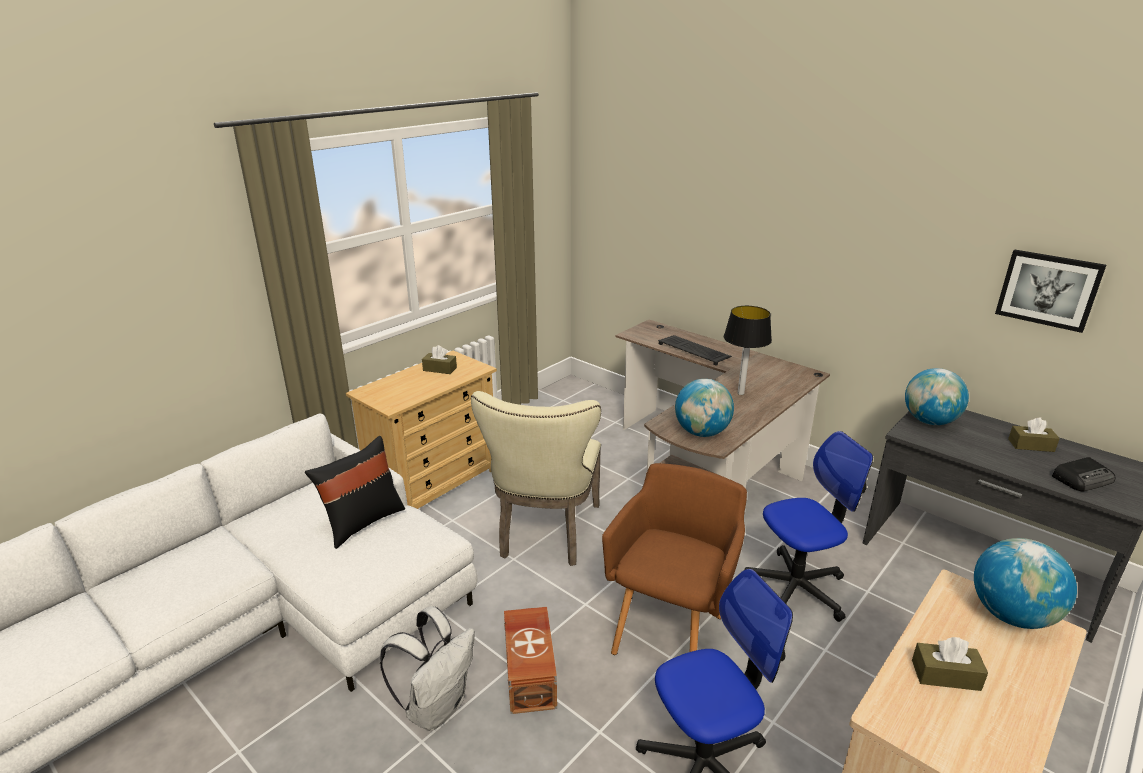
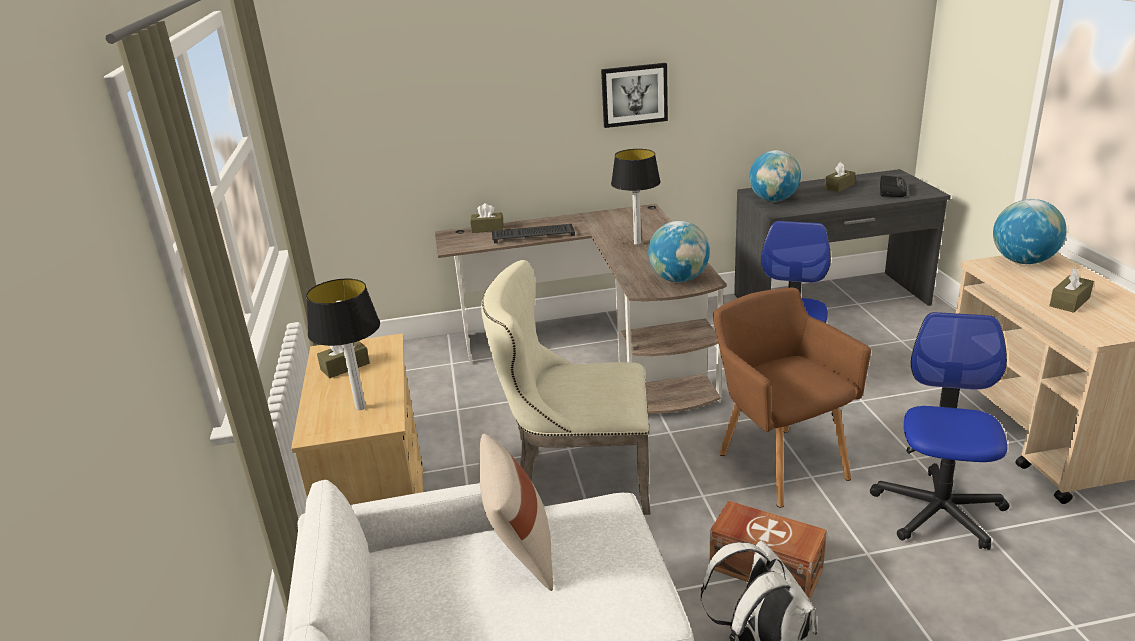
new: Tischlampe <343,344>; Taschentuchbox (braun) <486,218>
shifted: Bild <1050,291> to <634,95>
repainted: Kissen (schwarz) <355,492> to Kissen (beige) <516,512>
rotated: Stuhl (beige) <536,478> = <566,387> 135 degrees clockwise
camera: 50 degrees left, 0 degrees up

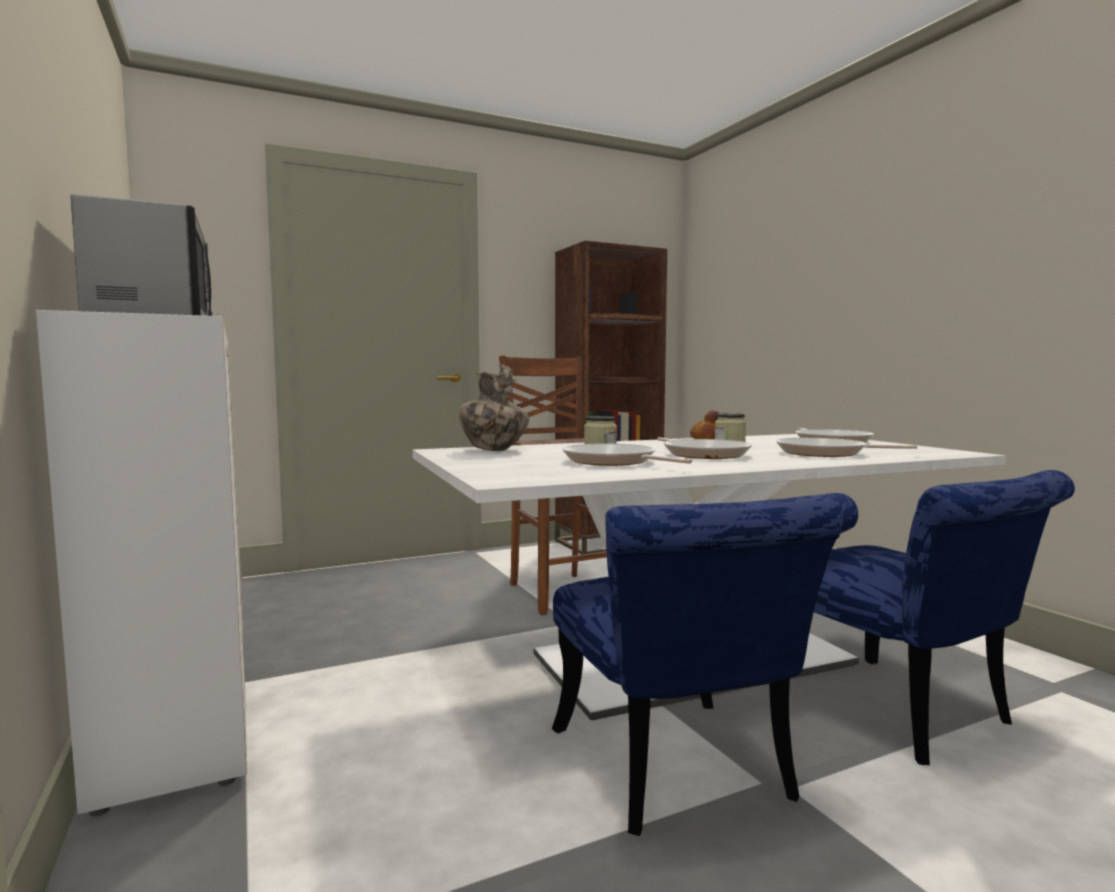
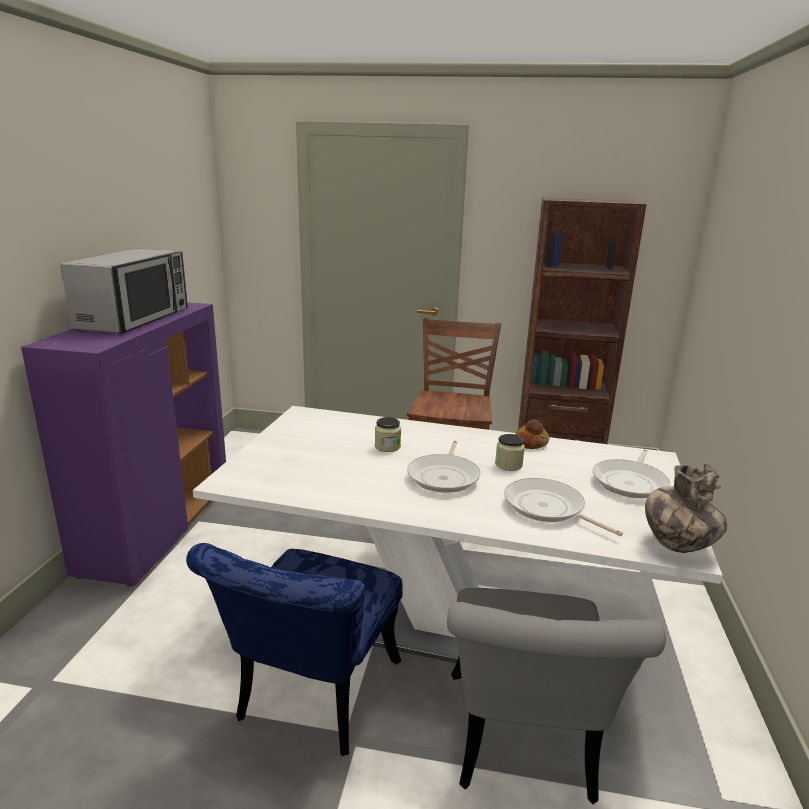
gone: Pfanne <627,455>
shifted: Vase <494,407> to <686,508>
repainted: Schrank (weiß) <141,563> to Schrank (lila) <123,445>; Stuhl (blau) <944,617> to Stuhl (grau) <556,696>
camera: 35 degrees right, 15 degrees up

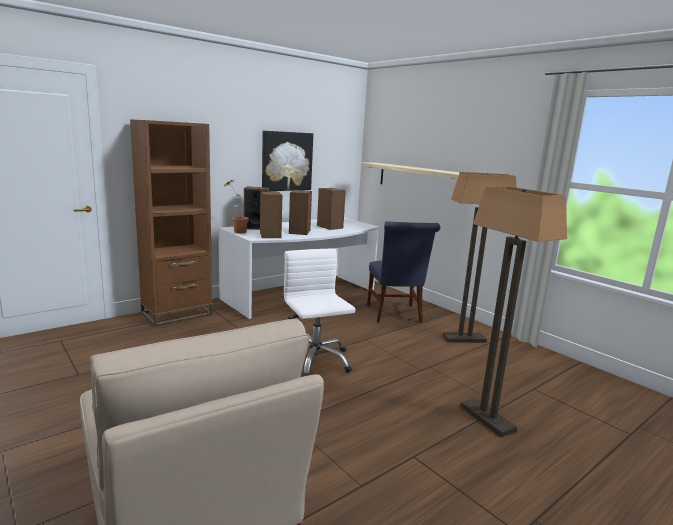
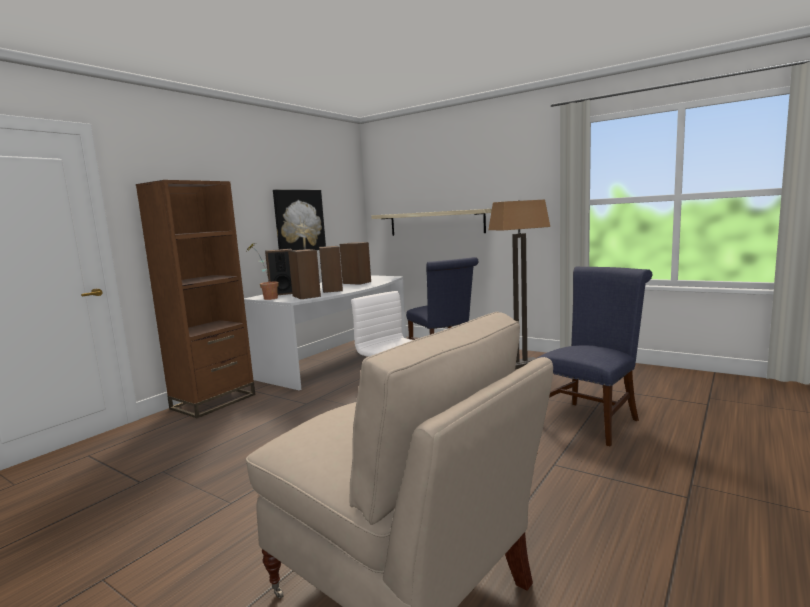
swapped: Stehlampe <513,311> to Stuhl (blau) <594,356>
camera: 15 degrees left, 5 degrees down

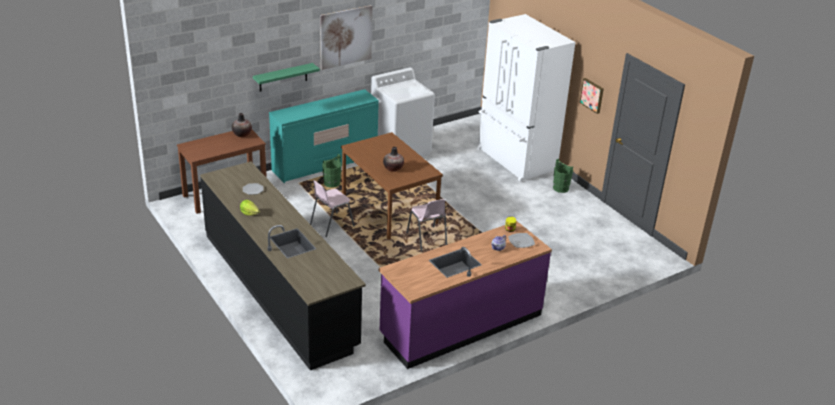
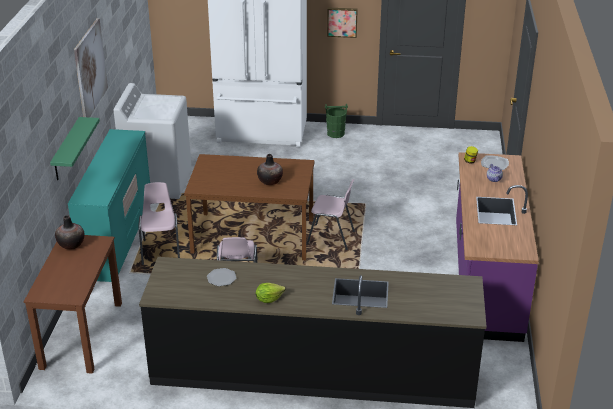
swapped: Eimer (grün) <332,171> to Stuhl (rosa) <159,223>
camera: 50 degrees left, 0 degrees up

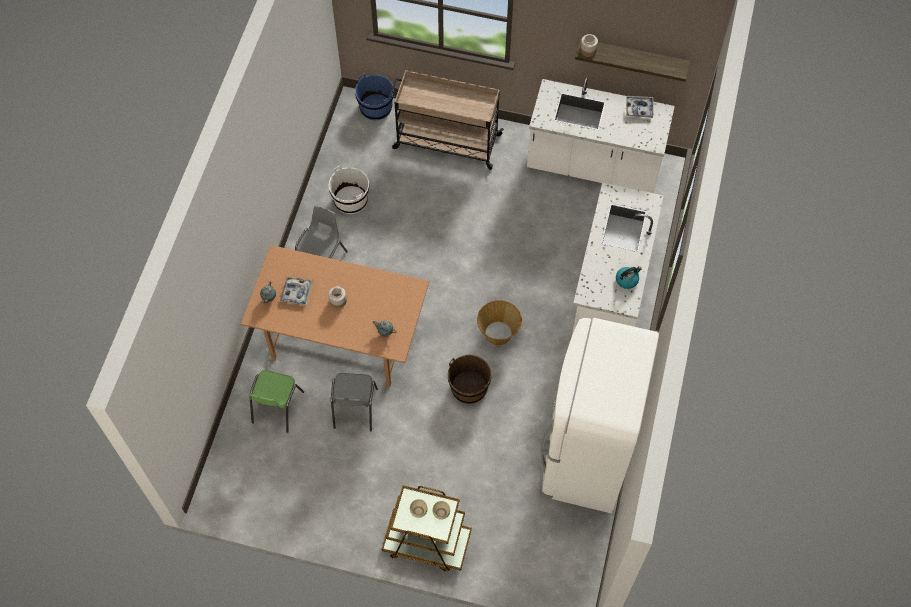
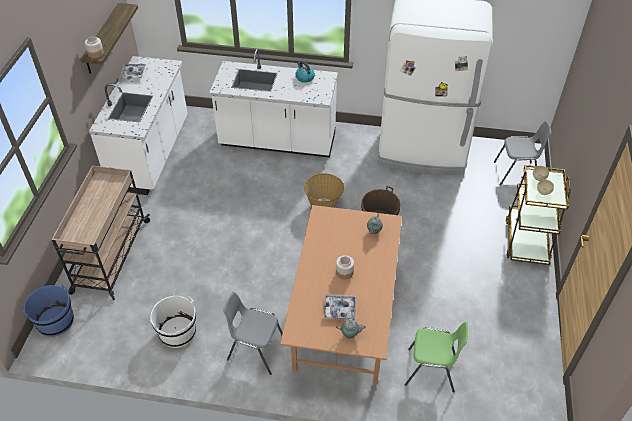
shifted: Stuhl (grau) <354,402> to <523,153>
camera: 95 degrees left, 15 degrees down

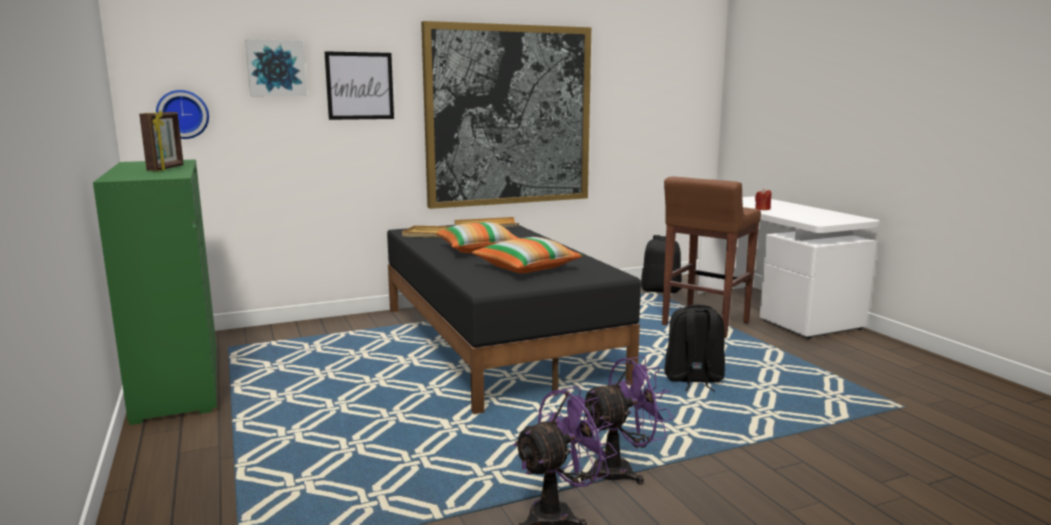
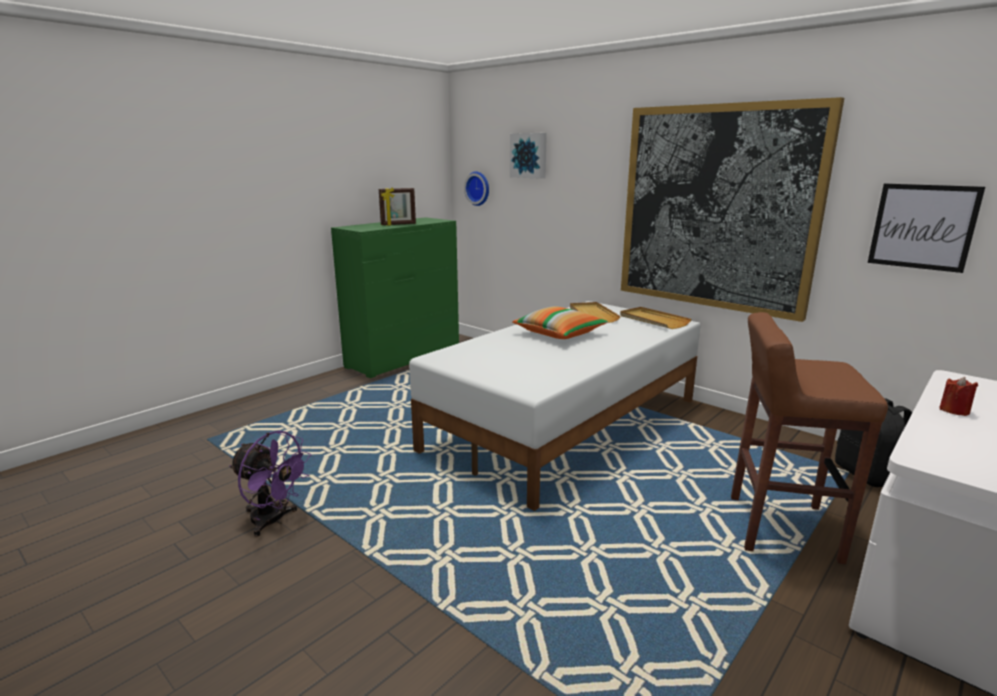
gone: Kissen <527,255>; Ventilator (lila) <627,420>; Rucksack (schwarz) <694,348>
shifted: Bild <359,85> to <926,228>
repainted: Bett (schwarz) <514,319> to Bett (weiß) <554,406>
camera: 65 degrees right, 5 degrees up

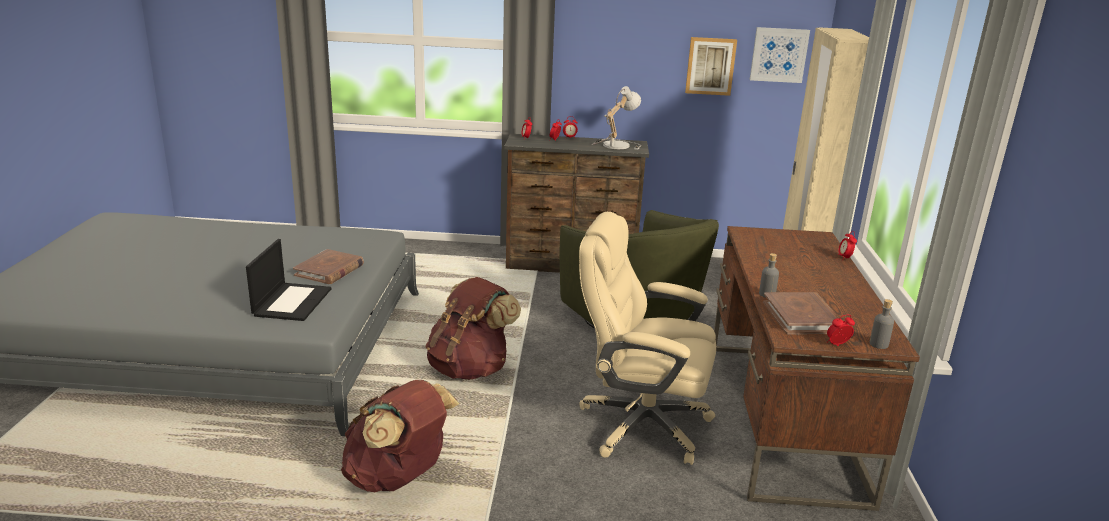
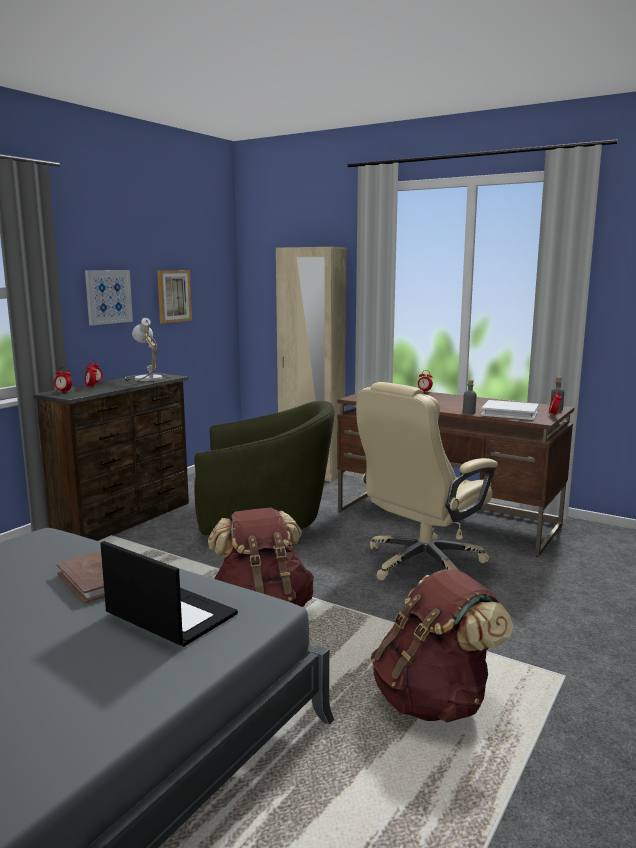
shifted: Bild <780,55> to <109,297>
repainted: Buch (braun) <801,313> to Buch (weiß) <510,410>
camera: 60 degrees left, 10 degrees down

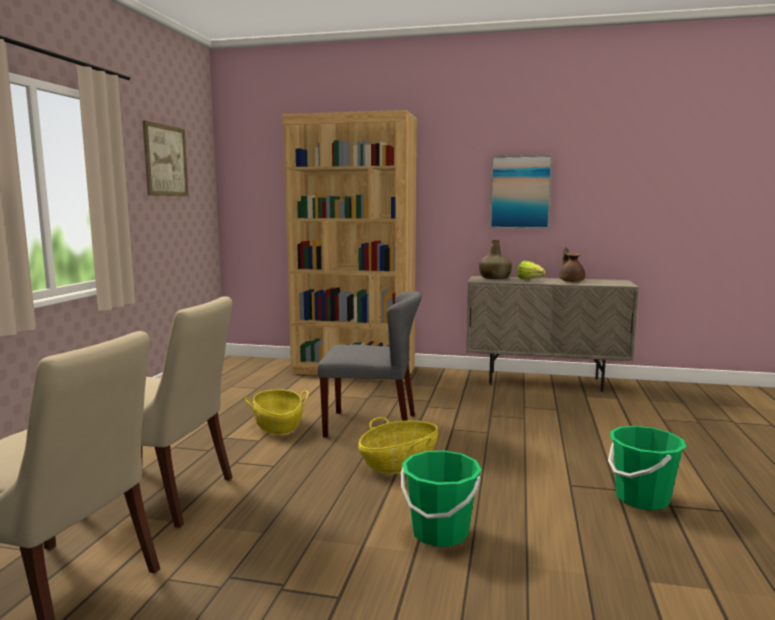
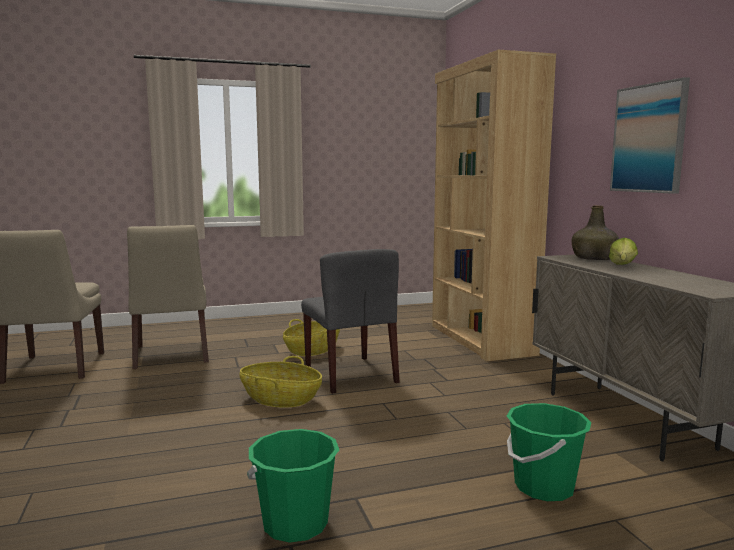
gone: Bild <166,158>; Teekanne (braun) <572,264>
shifted: Eimer (grün) <441,499> to <549,452>
camera: 60 degrees right, 0 degrees up

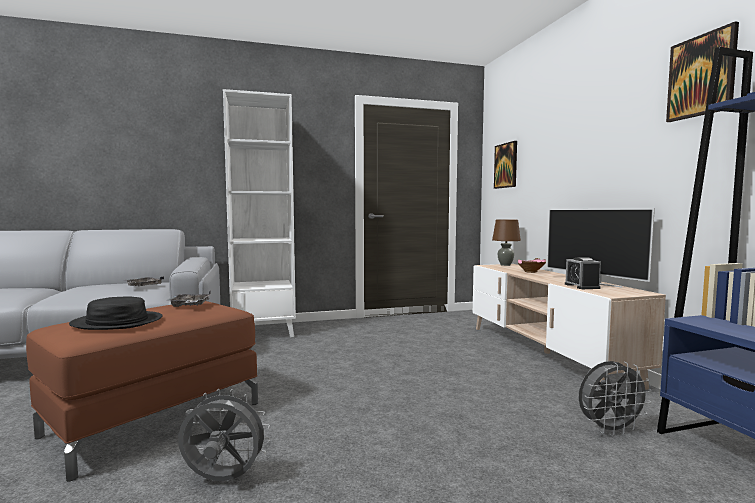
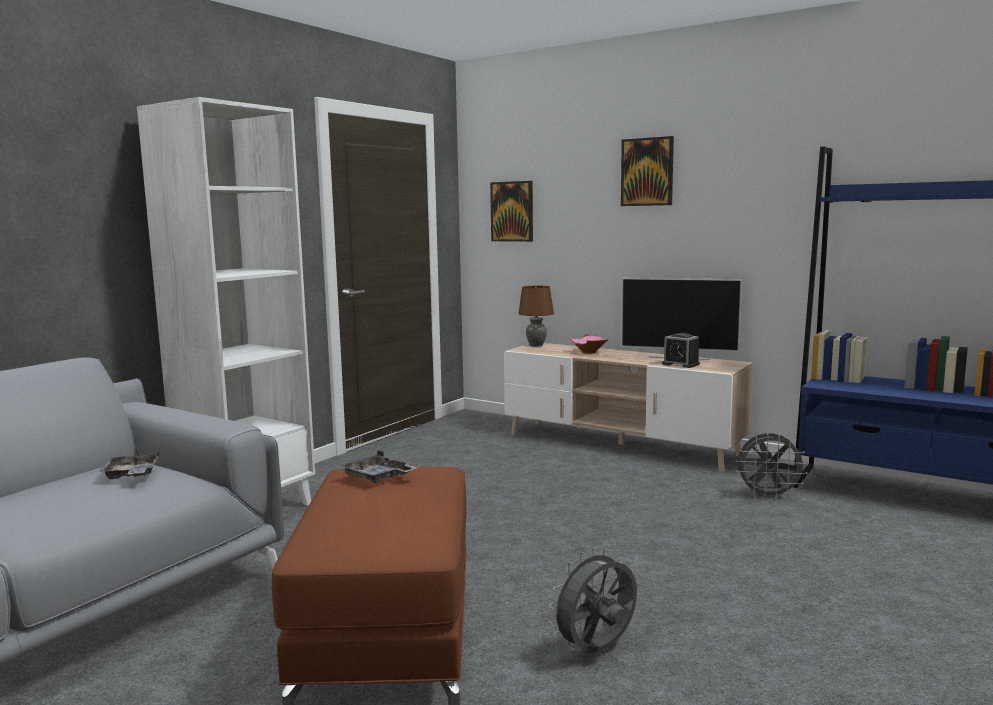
gone: Hut (schwarz) <116,313>
shifted: Bild <702,71> to <647,171>
rotated: Ventilator (grau) <615,398> = <771,466> 60 degrees clockwise
camera: 40 degrees left, 5 degrees up

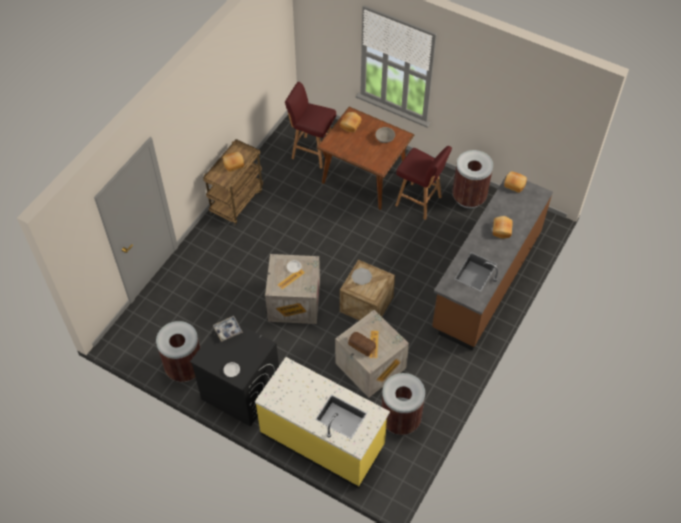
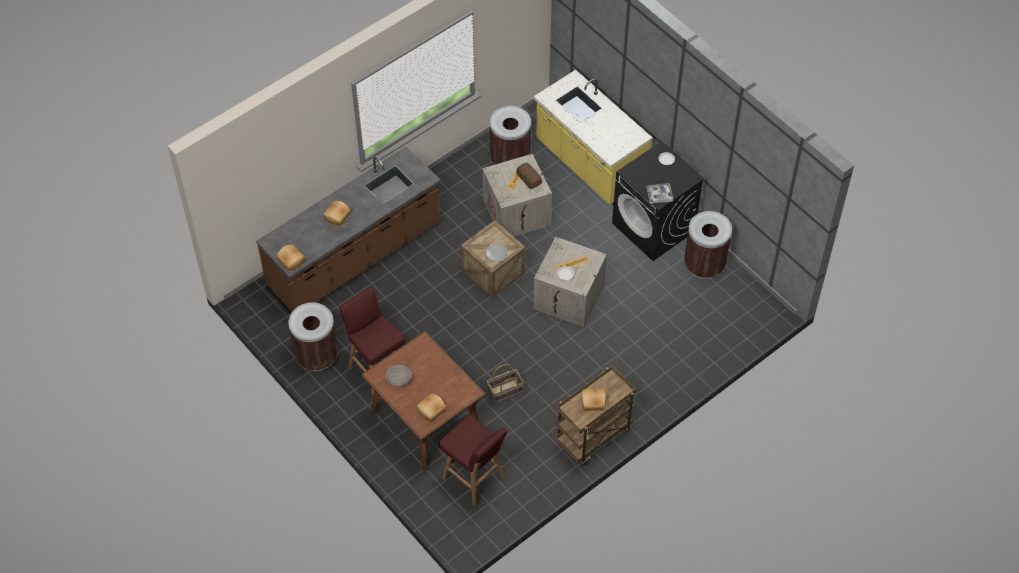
new: Korb <505,384>
camera: 160 degrees left, 0 degrees up

